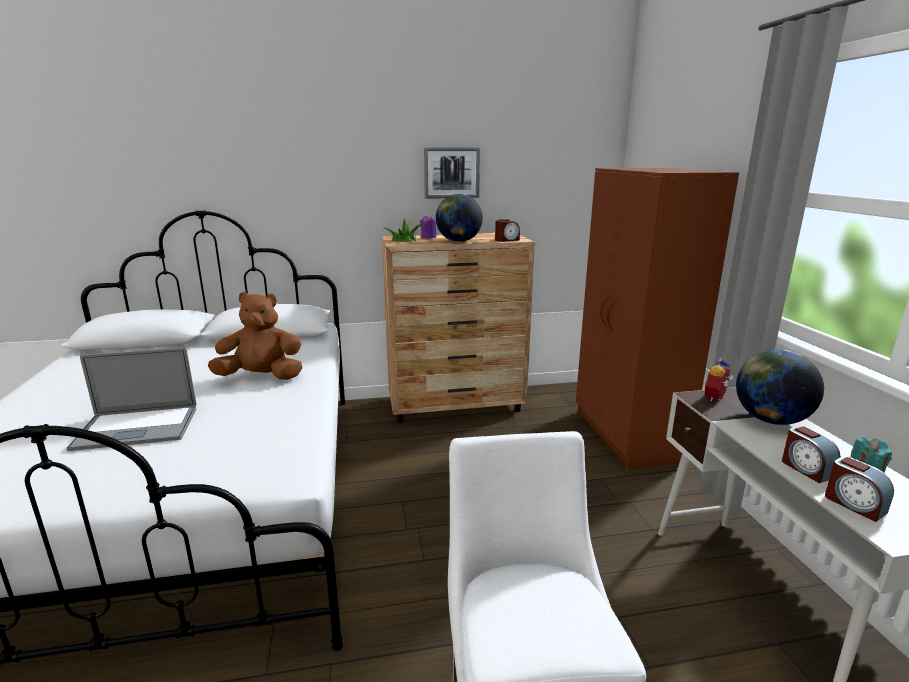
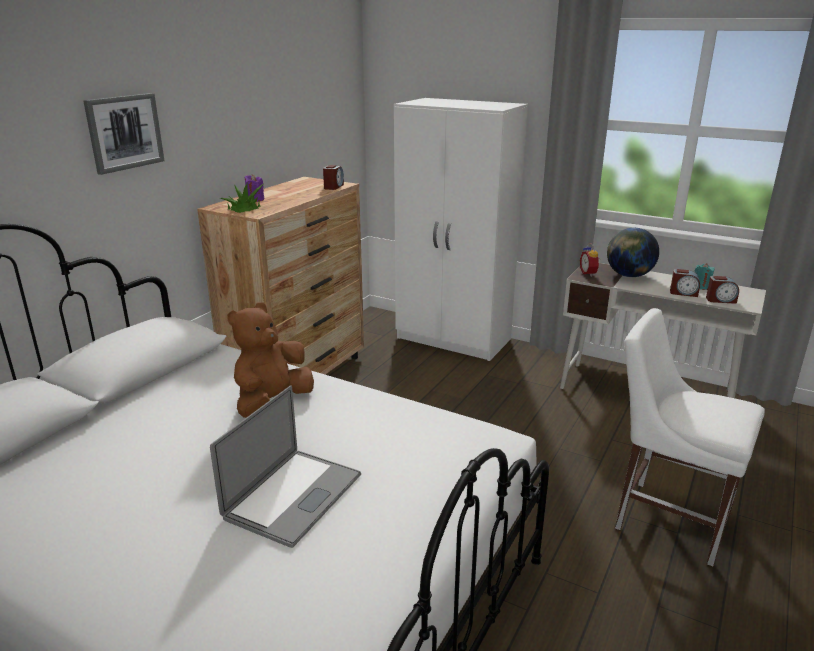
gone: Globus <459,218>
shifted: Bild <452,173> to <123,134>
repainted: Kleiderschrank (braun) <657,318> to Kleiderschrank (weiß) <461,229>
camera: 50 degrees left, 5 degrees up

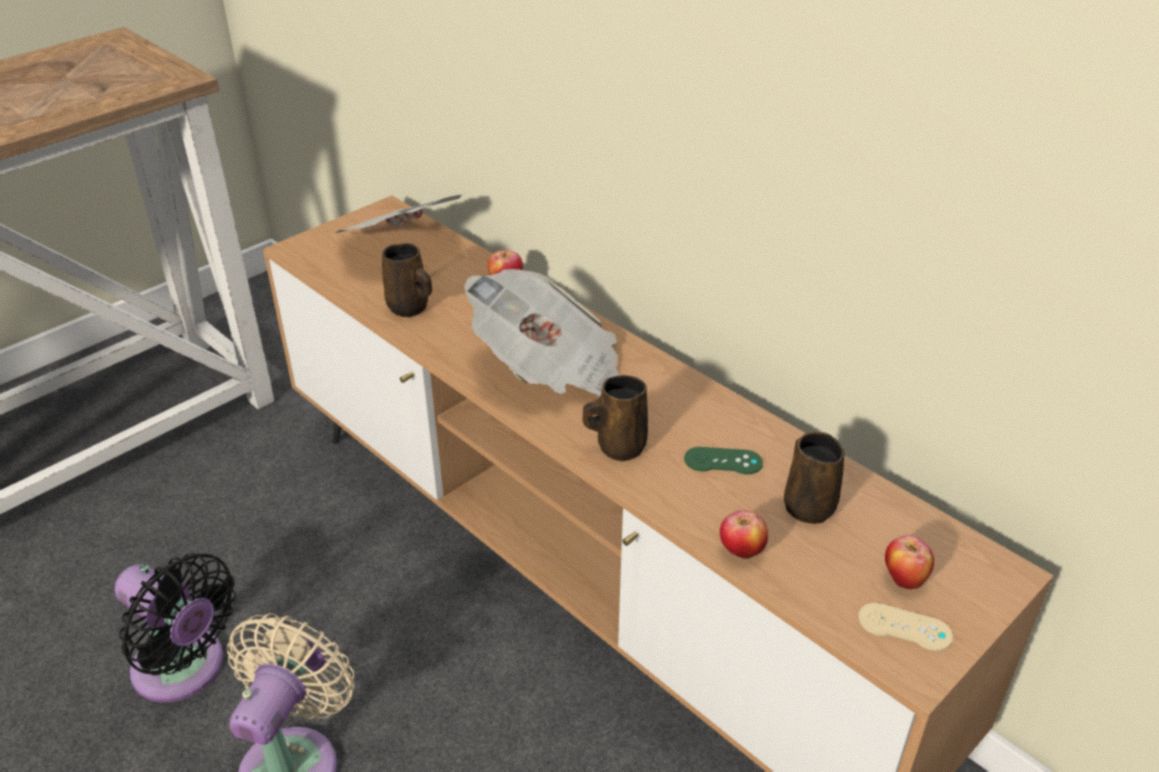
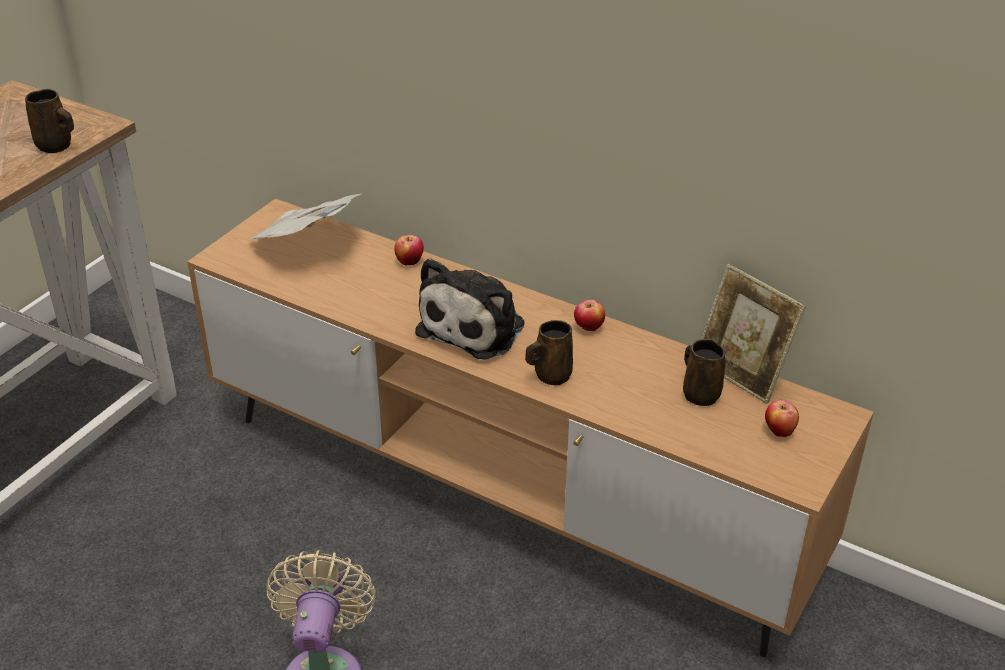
gone: Ventilator (schwarz) <175,627>; Gamepad (grün) <723,460>; Gamepad (beige) <905,627>
new: Bilderrahmen <753,334>
shifted: Henkelbecher (braun) <407,280> to <49,121>; Apfel <744,534> to <589,315>
swapped: Zeitung <541,332> to Plüschtier <470,309>
camera: 15 degrees left, 0 degrees up

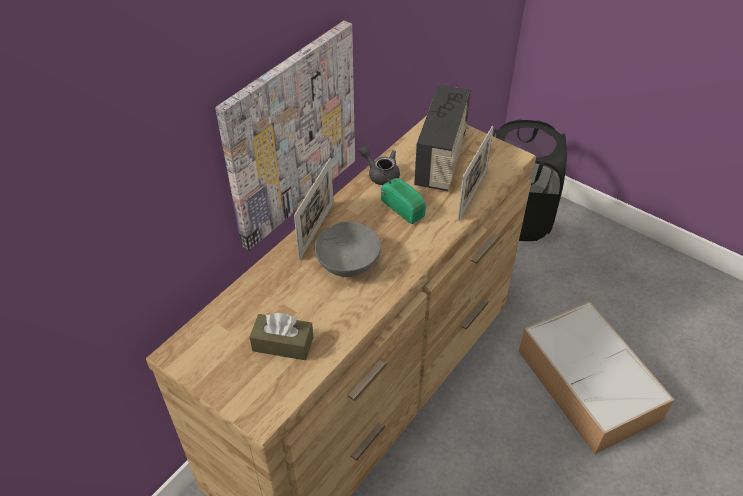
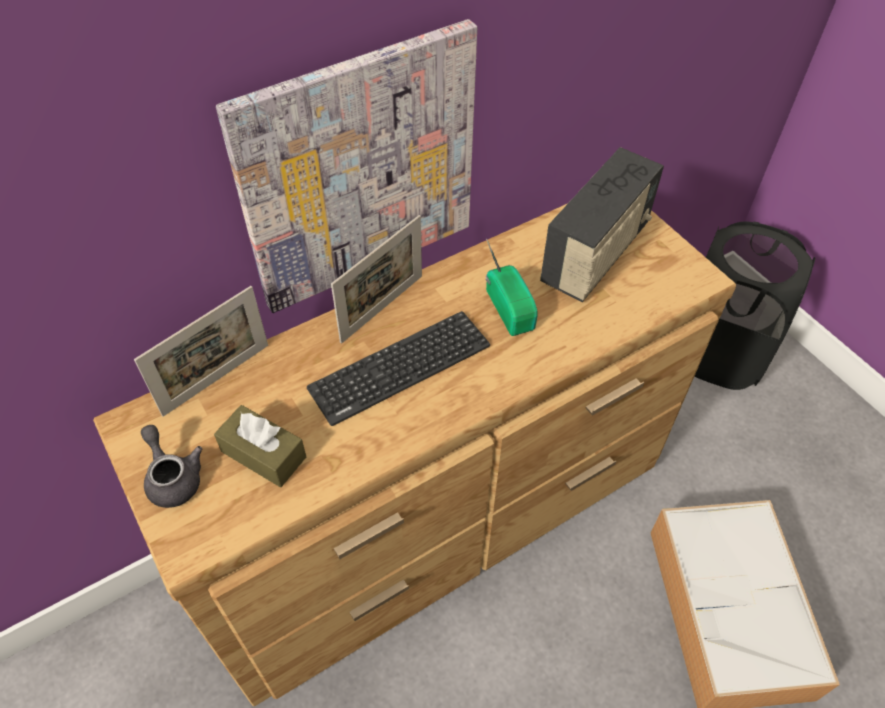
shifted: Teekanne (grau) <379,165> to <171,466>; Bilderrahmen <475,173> to <201,351>
swapped: Schüssel (grau) <348,249> to Tastatur <398,368>
camera: 20 degrees right, 5 degrees up

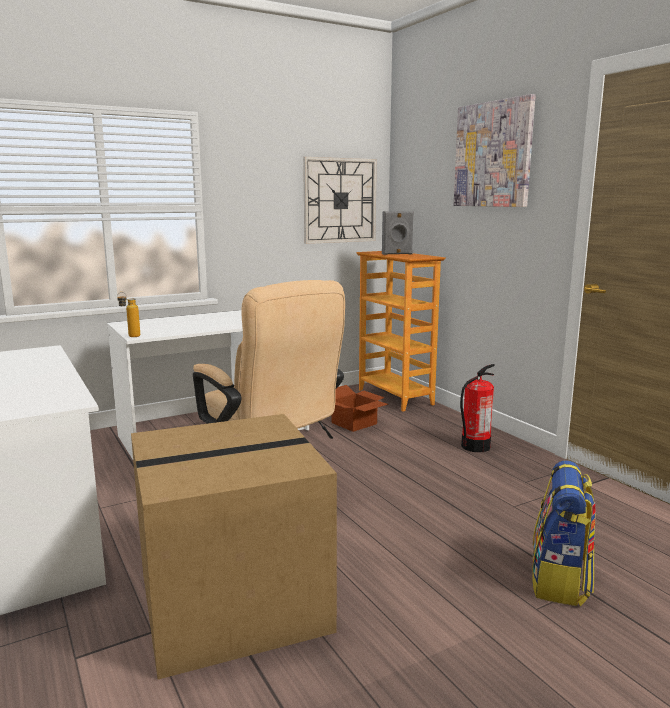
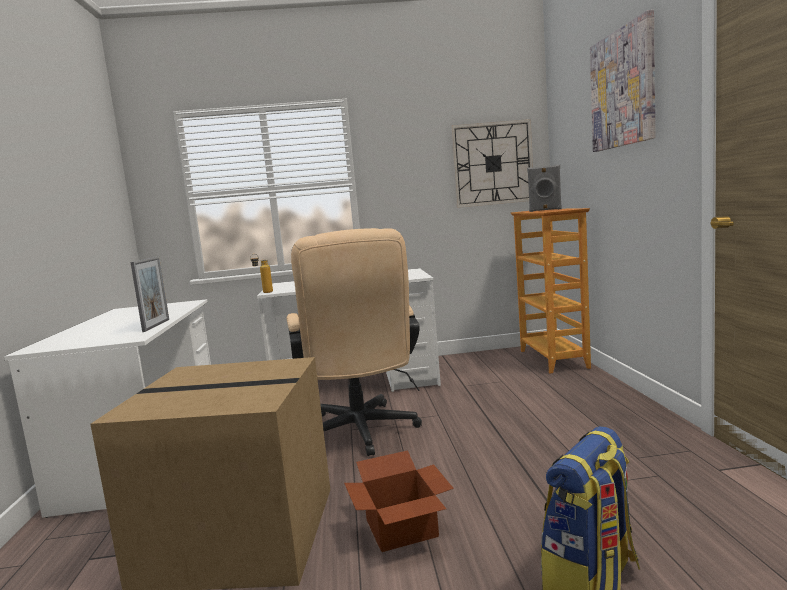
gone: Feuerlöscher <477,408>
new: Bilderrahmen <149,294>
shifted: Karton <360,408> to <399,501>
camera: 25 degrees right, 5 degrees down

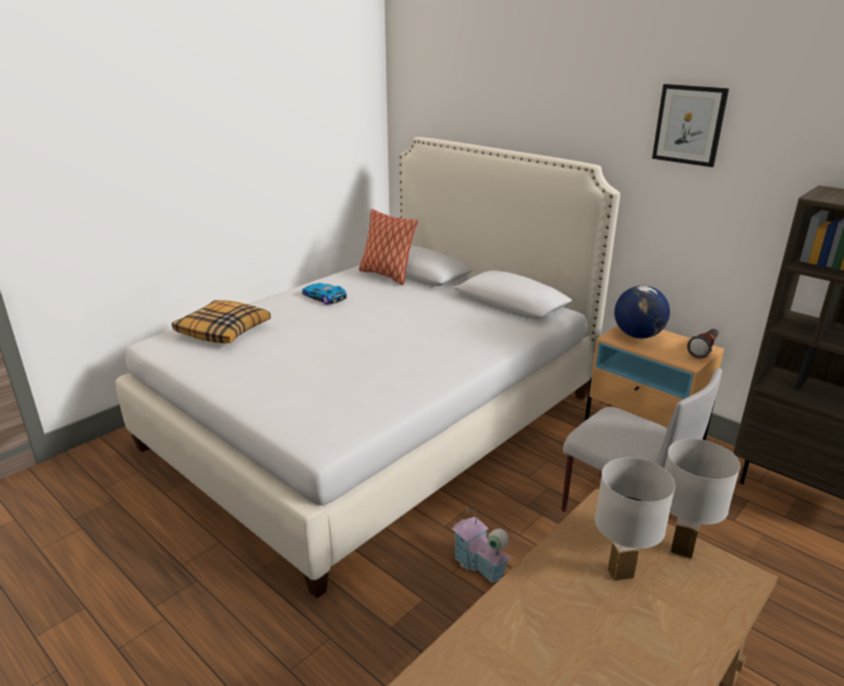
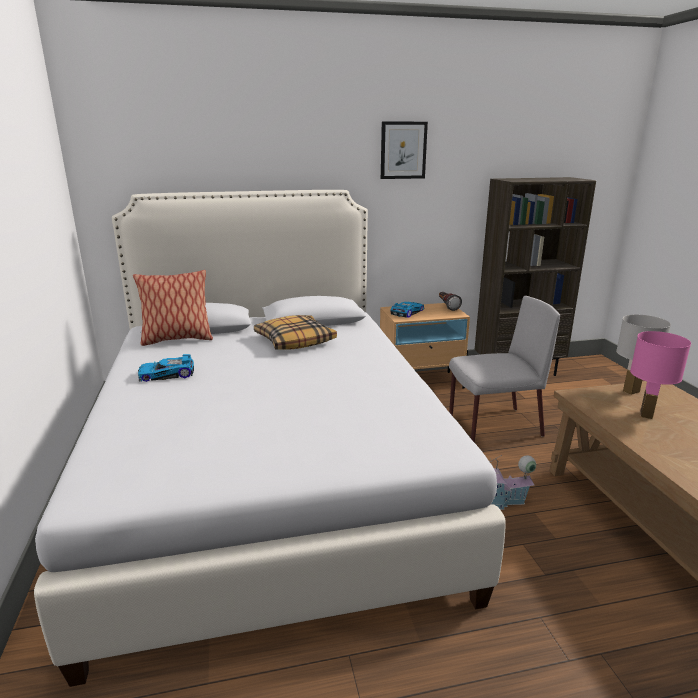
shifted: Kissen <221,321> to <295,332>
swapped: Globus <642,312> to Spielzeugauto <407,309>
repainted: Tischlampe (weiß) <635,519> to Tischlampe (rosa) <660,375>
camera: 55 degrees left, 5 degrees down

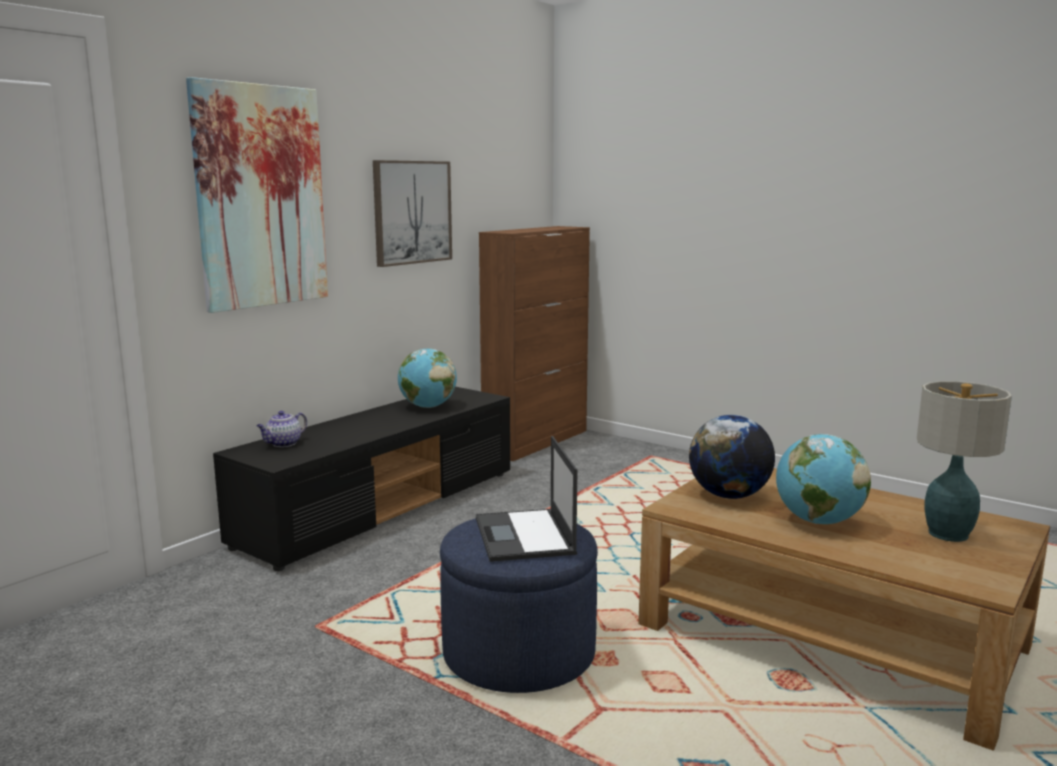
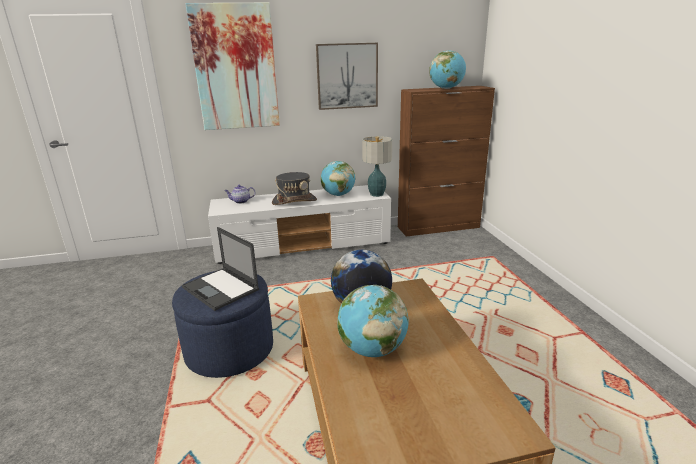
new: Hut (grau) <294,188>; Globus <447,69>
shifted: Tischlampe <964,461> to <377,166>
repainted: Fernsehschrank (schwarz) <361,479> to Fernsehschrank (weiß) <299,224>
rotated: Laptop <527,499> = <220,269> 75 degrees counterclockwise
camera: 40 degrees right, 10 degrees up

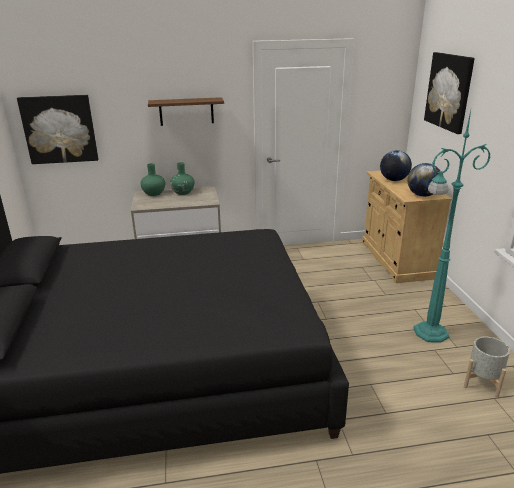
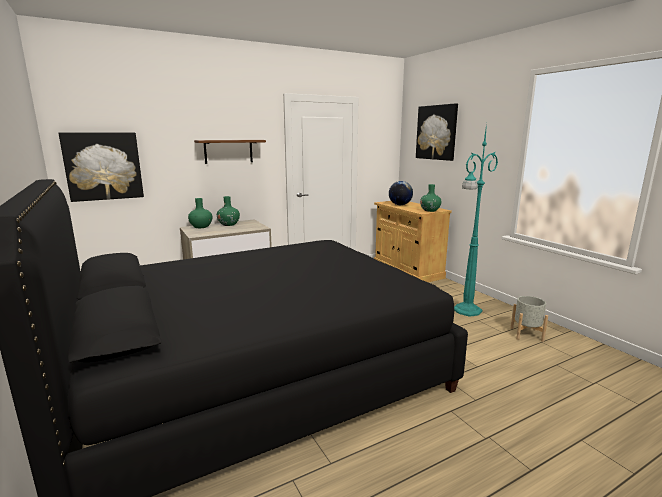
swapped: Globus <423,180> to Vase (grün) <430,198>
camera: 20 degrees left, 10 degrees down

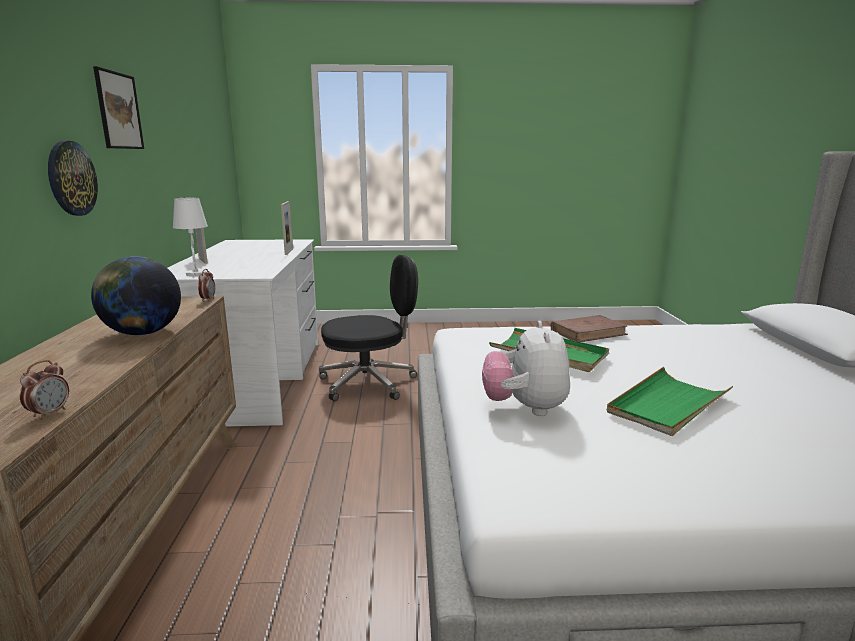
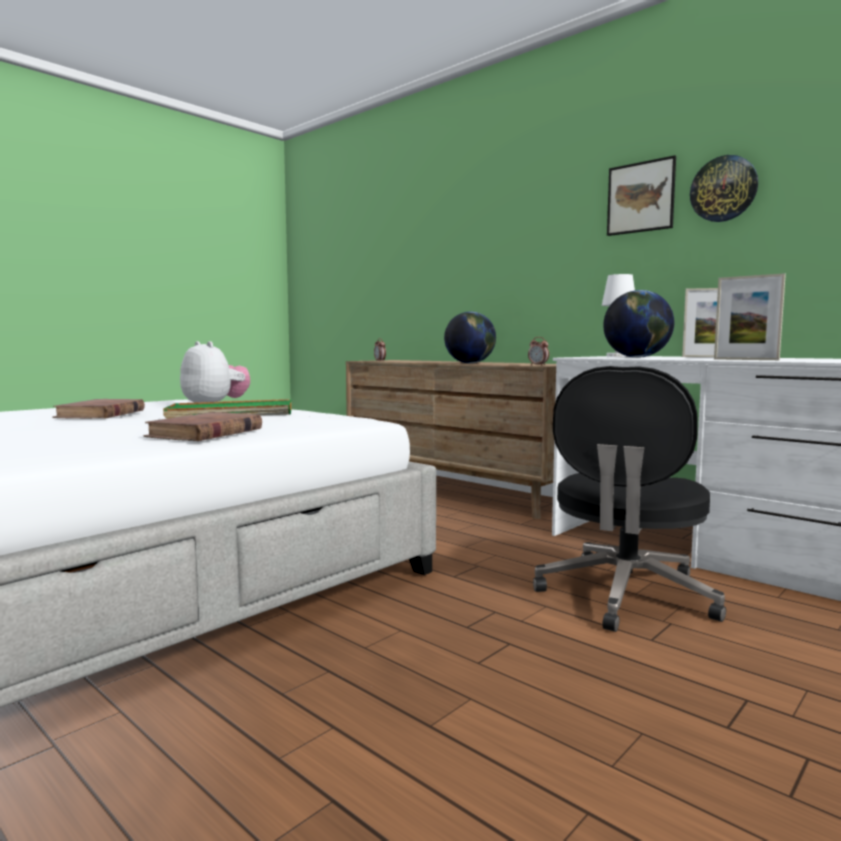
new: Globus <638,324>
shifted: Wanduhr <73,178> to <724,188>
swapped: Tablett (grün) <670,401> to Buch (braun) <98,409>
camera: 135 degrees right, 10 degrees down

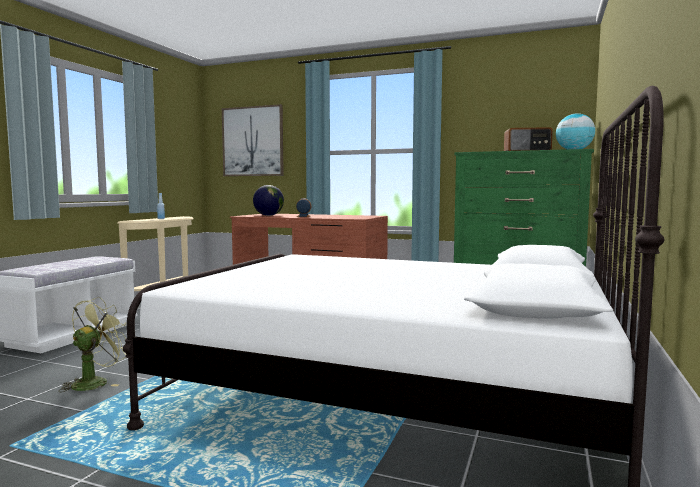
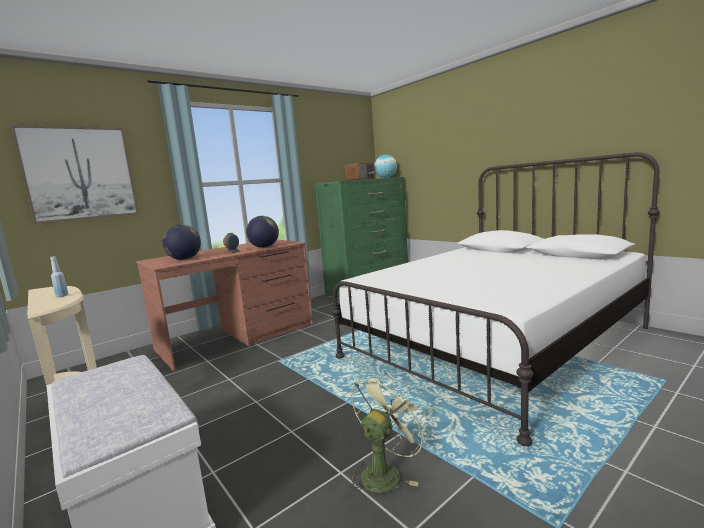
new: Globus <262,232>
rotated: Ventilator (grün) <92,344> = <389,433> 75 degrees clockwise
camera: 60 degrees left, 5 degrees up

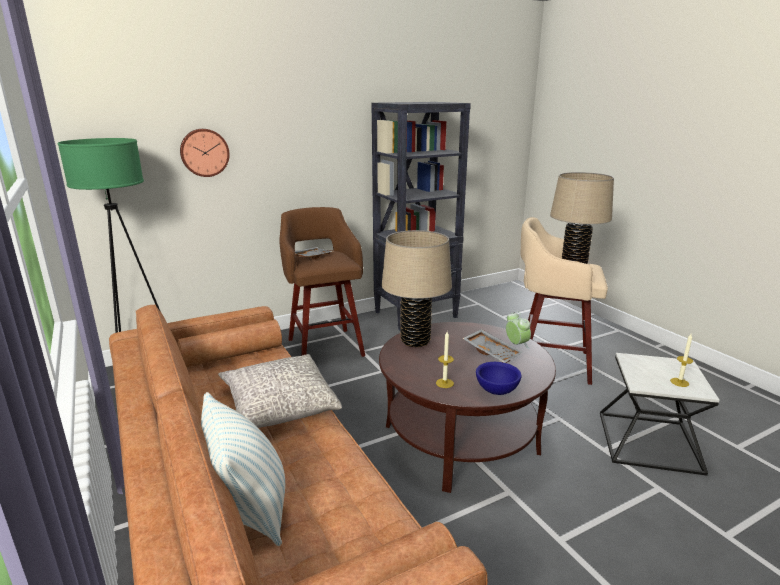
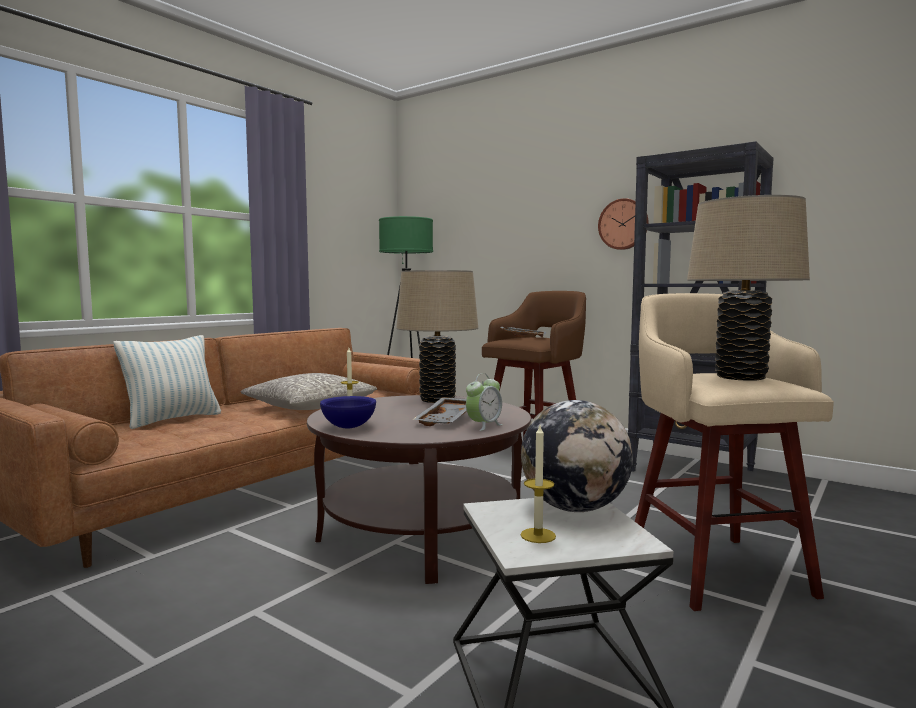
new: Globus <577,456>
shifted: Wanduhr <205,153> to <623,224>
camera: 65 degrees right, 15 degrees down

